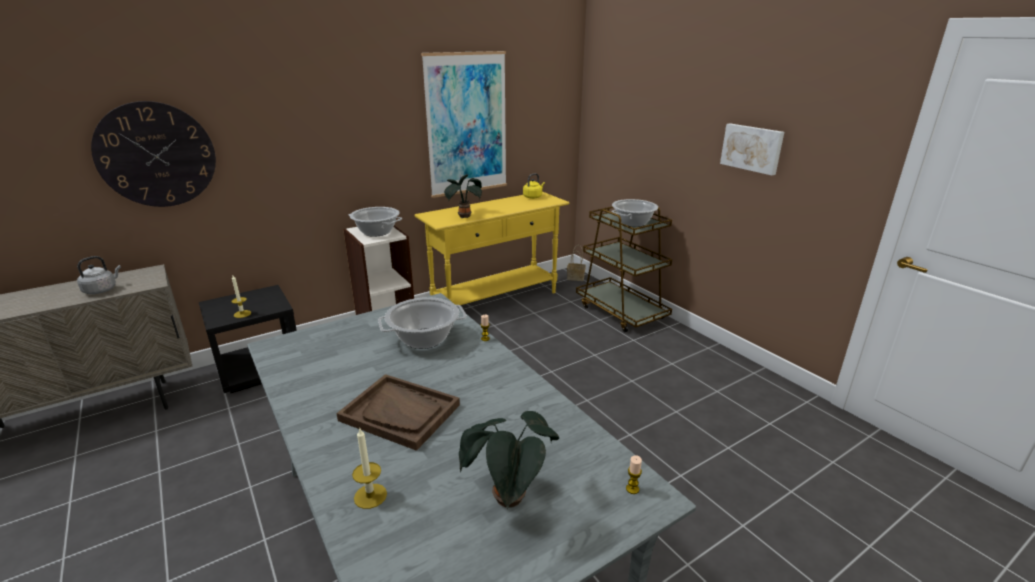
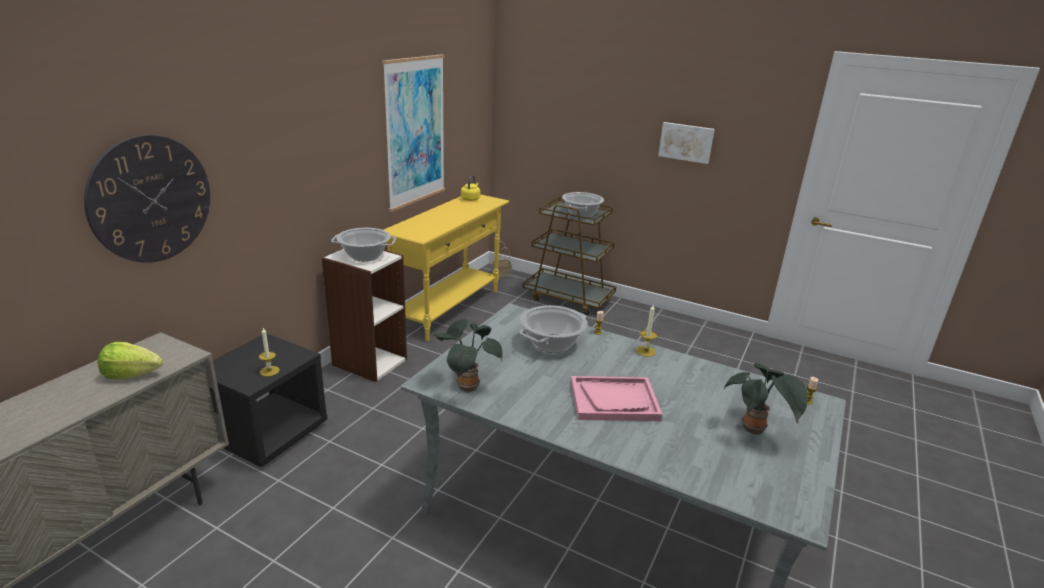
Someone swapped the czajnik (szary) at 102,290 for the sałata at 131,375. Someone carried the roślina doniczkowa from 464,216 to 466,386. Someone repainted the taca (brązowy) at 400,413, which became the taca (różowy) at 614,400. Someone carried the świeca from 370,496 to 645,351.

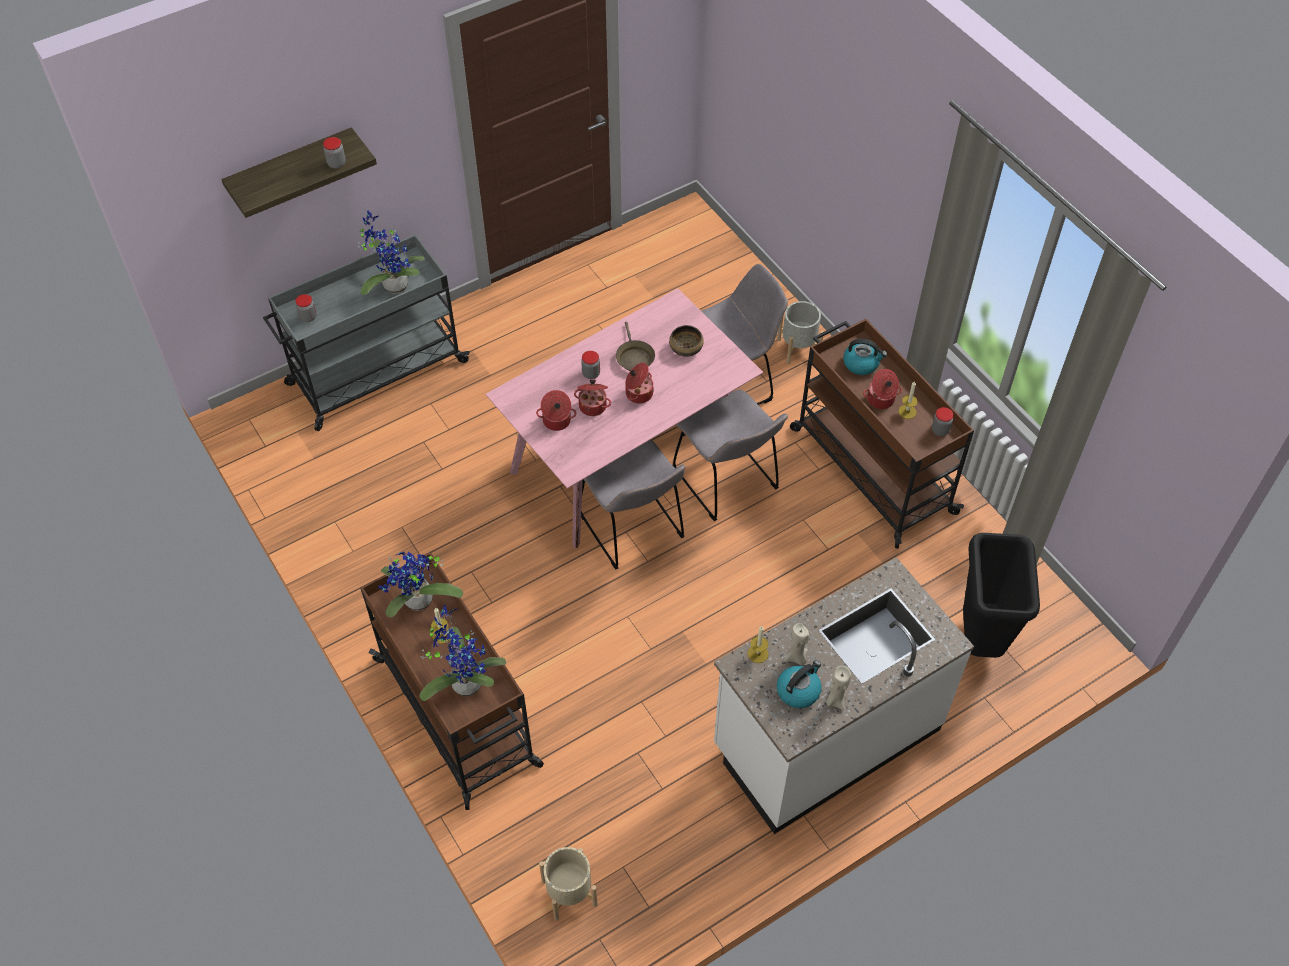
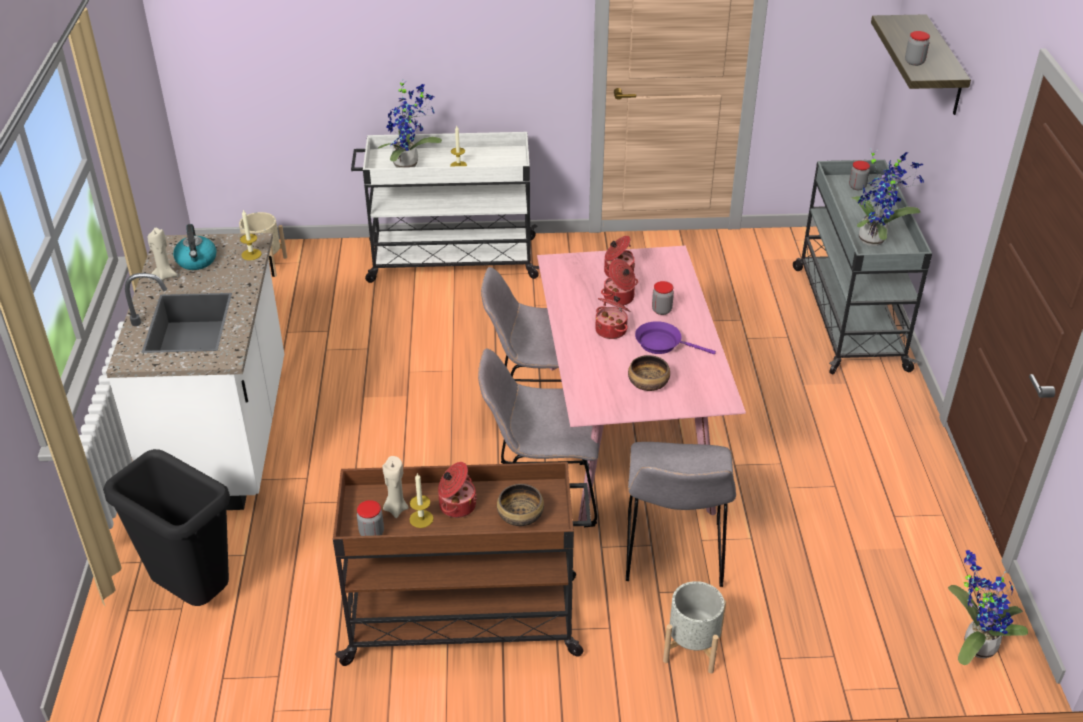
Someone repainted the wózek (brązowy) at 458,714, which became the wózek (biały) at 450,260. Someone carried the świeca (beżowy) from 796,658 to 396,508. Someone swapped the czajnik at 861,364 for the miska at 521,515. Someone repainted the patelnia (brązowy) at 634,357, which became the patelnia (fioletowy) at 662,344. Someone carried the roślina doniczkowa from 418,603 to 975,644.

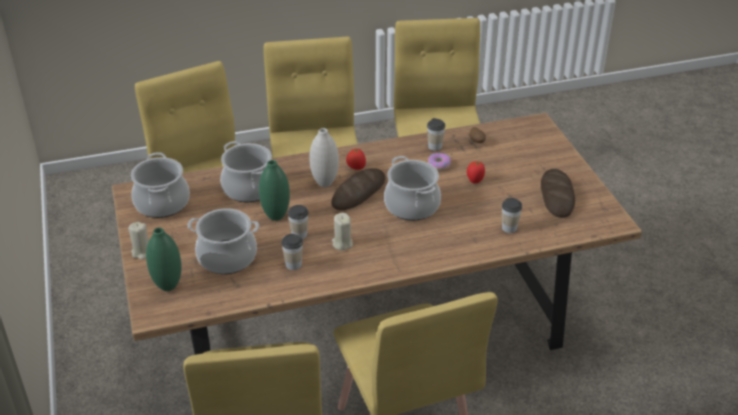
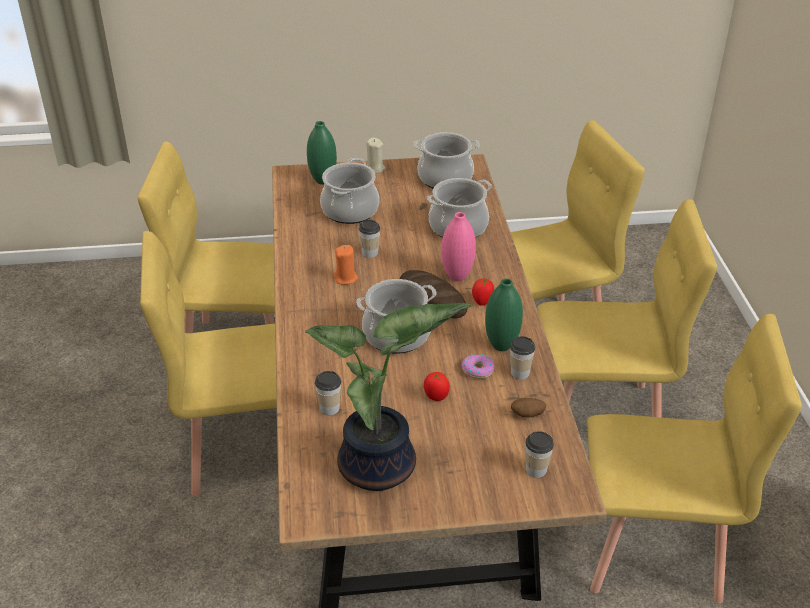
Someone swapped the chleb at 556,196 for the roślina doniczkowa at 381,469. Someone repainted the świeca (beżowy) at 342,243, which became the świeca (pomarańczowy) at 346,278. Someone repainted the wazon (biały) at 325,183, which became the wazon (różowy) at 457,276. Someone carried the wazon (zielony) from 276,216 to 501,345. Someone carried the filiżanka from 293,264 to 536,470.

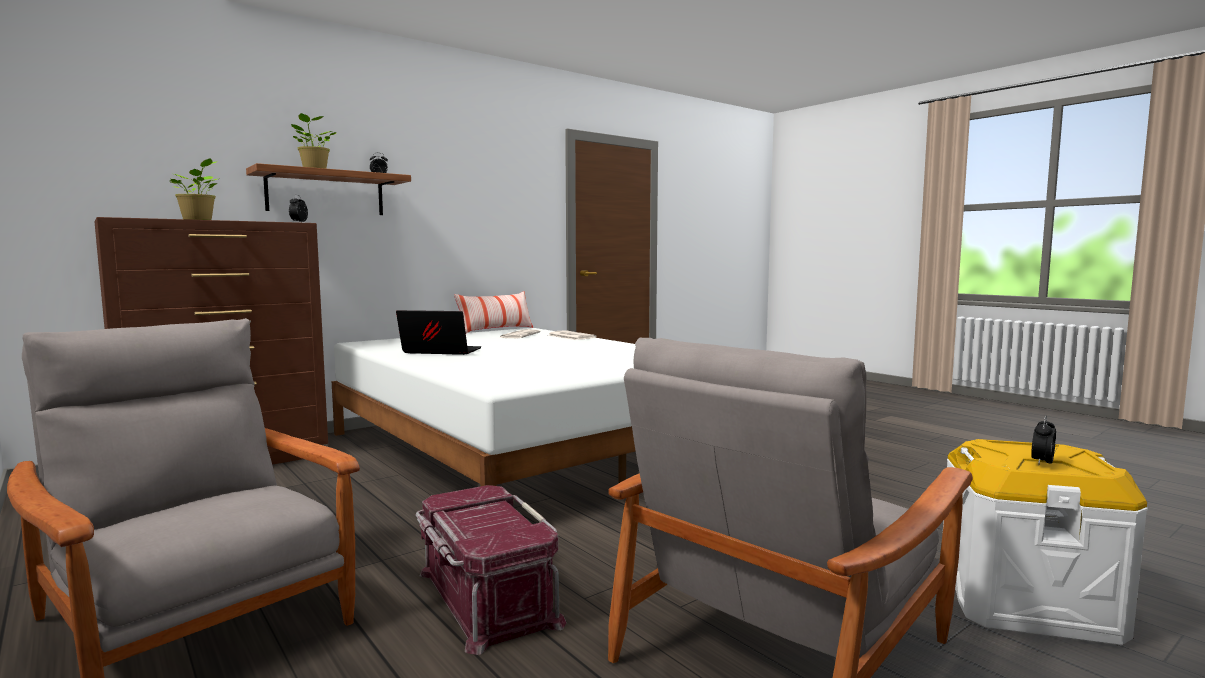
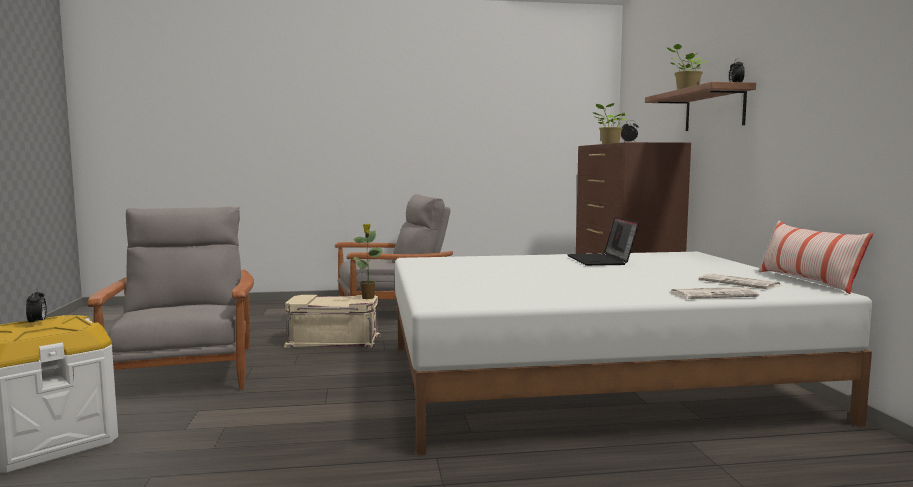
Someone repainted the pojemnik do przechowywania (czerwony) at 485,597, which became the pojemnik do przechowywania (beżowy) at 334,340. Someone put down the roślina doniczkowa at 368,298. Someone rotated the laptop at 439,352 by 135 degrees clockwise.

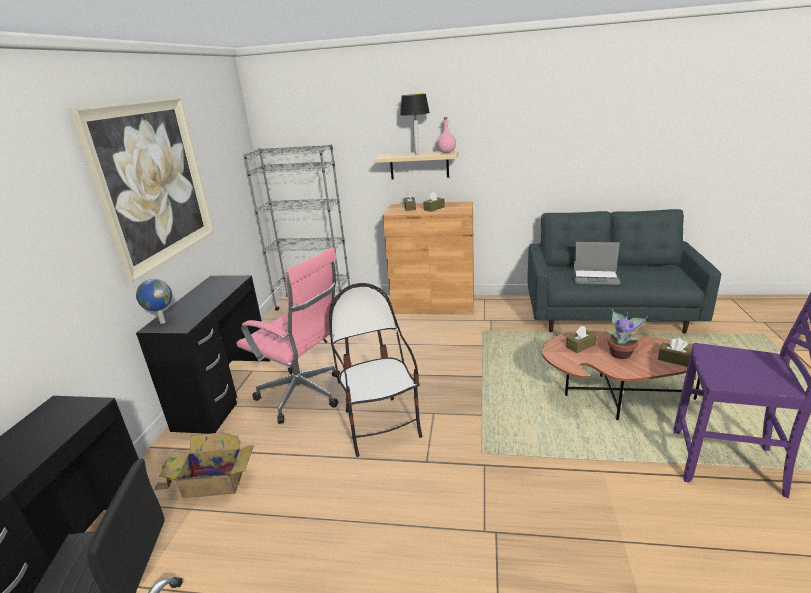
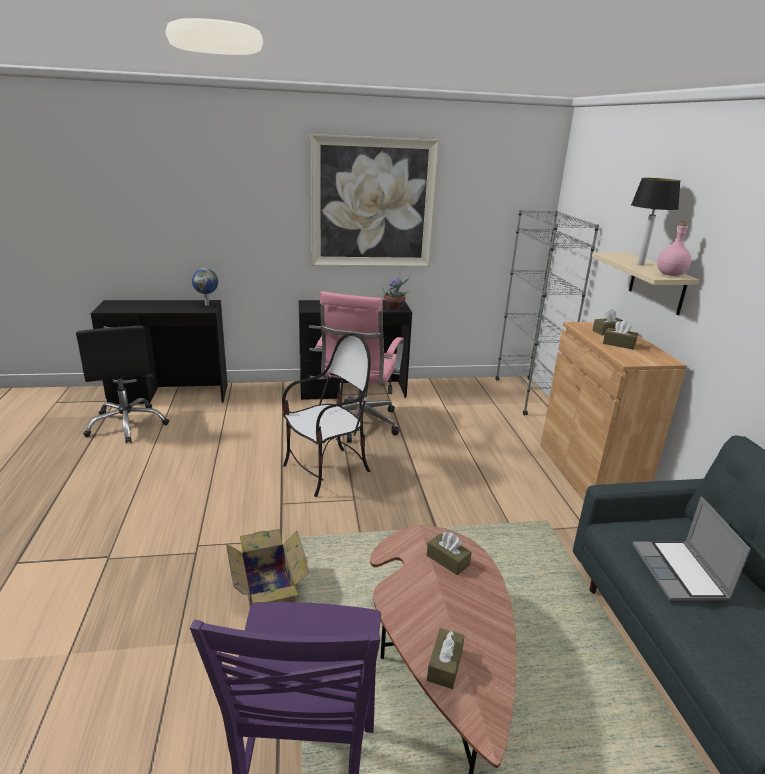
Someone carried the globus from 162,322 to 207,304. Someone carried the karton from 211,481 to 268,587. Someone carried the roślina doniczkowa from 621,353 to 394,308.

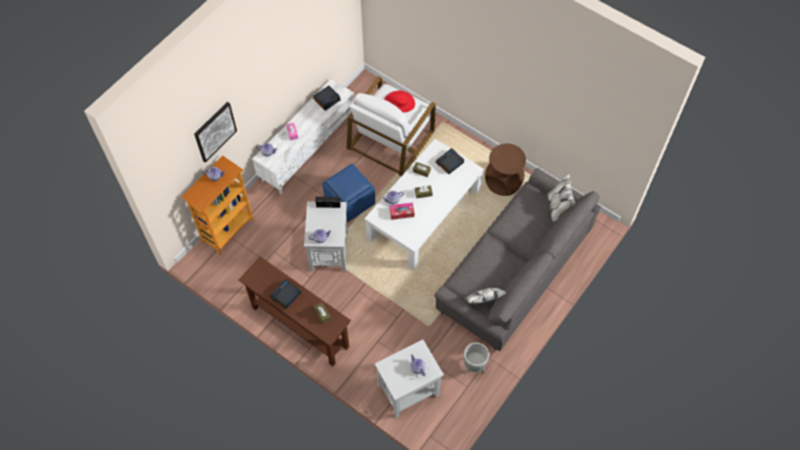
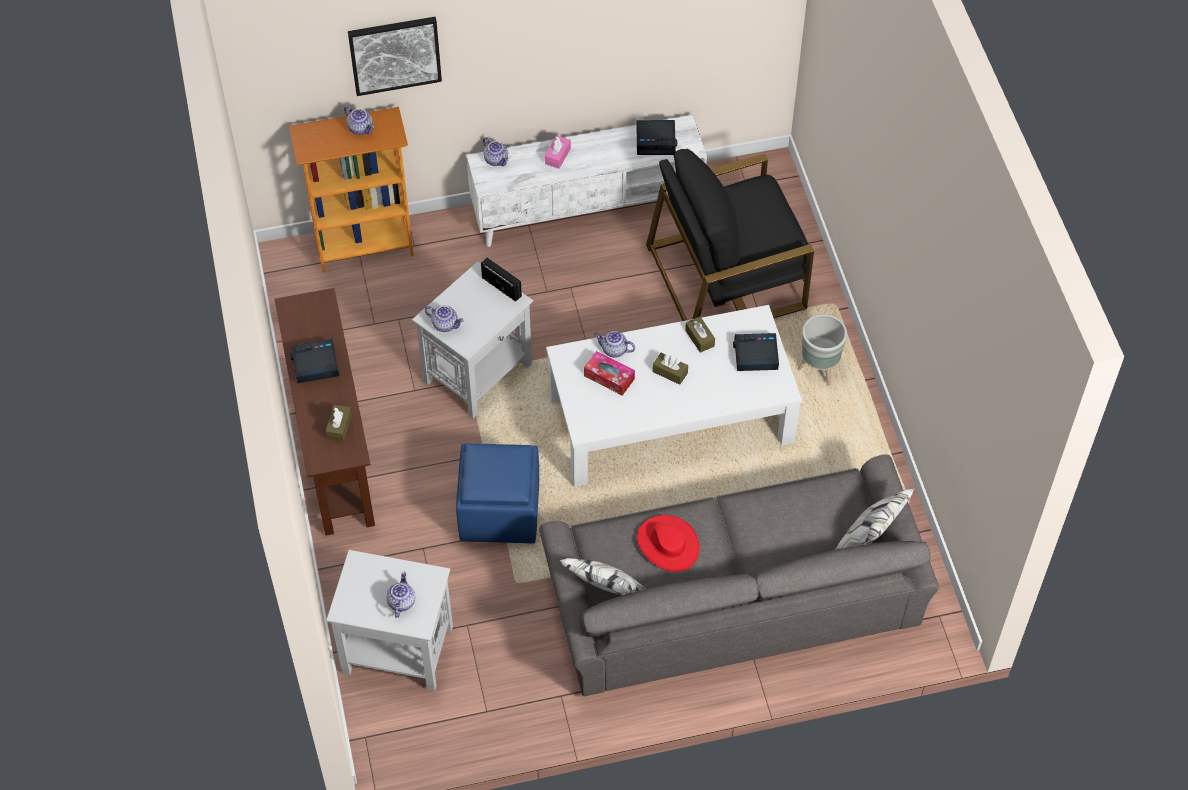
Someone carried the pufa (niebieski) from 349,202 to 499,512. Someone carried the kapelusz (czerwony) from 399,103 to 668,544. Someone repainted the fotel (biały) at 390,139, which became the fotel (czarny) at 727,275. Someone carried the donica (szary) from 474,368 to 818,371. Someone took away the stołek (brązowy) at 504,180.

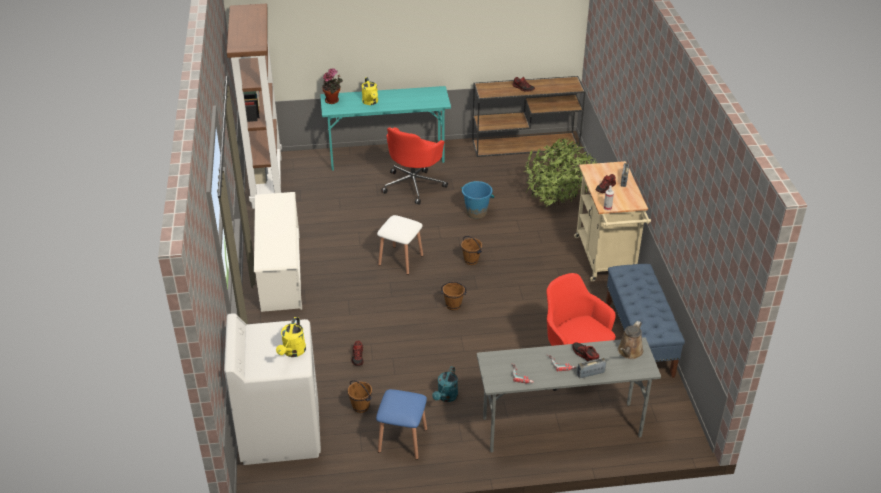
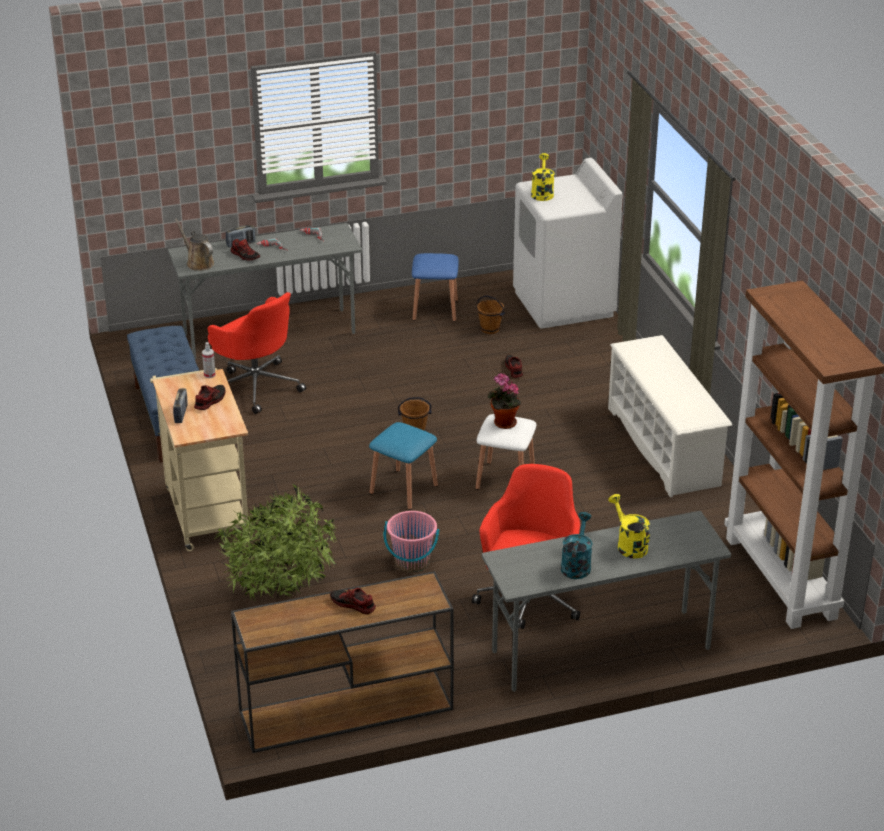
Someone rotated the konewka (brązowy) at 629,352 by 60 degrees counterclockwise. Someone swapped the wiadro (brązowy) at 471,260 for the stołek (niebieski) at 403,489. Someone repainted the wiadro (niebieski) at 476,212, which became the wiadro (różowy) at 412,562. Someone repainted the biurko (turkusowy) at 387,157, which became the biurko (szary) at 600,651. Someone carried the roślina doniczkowa from 333,100 to 503,423. Someone carried the konewka (turkusowy) from 446,397 to 576,564.

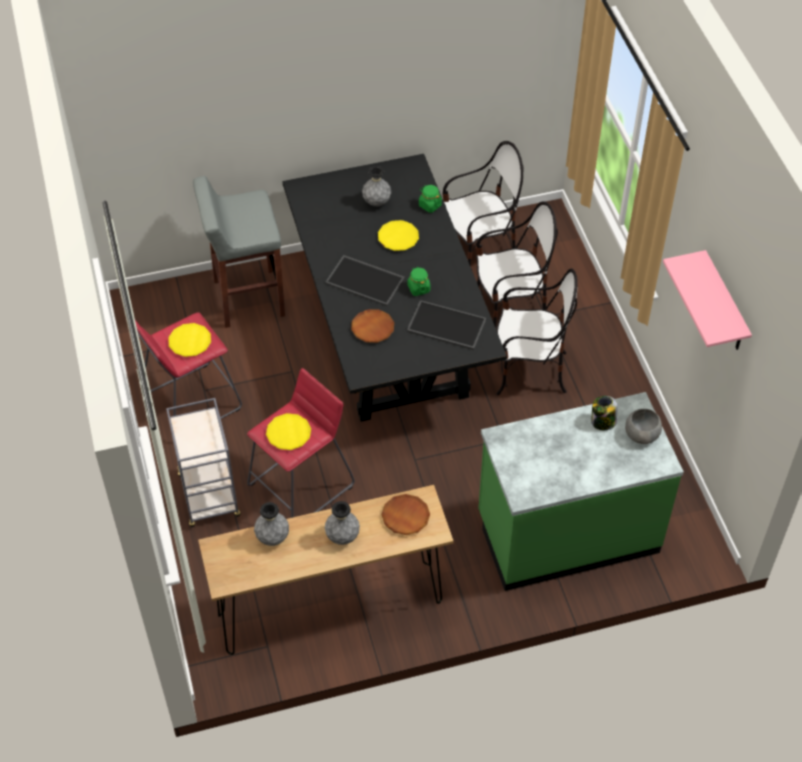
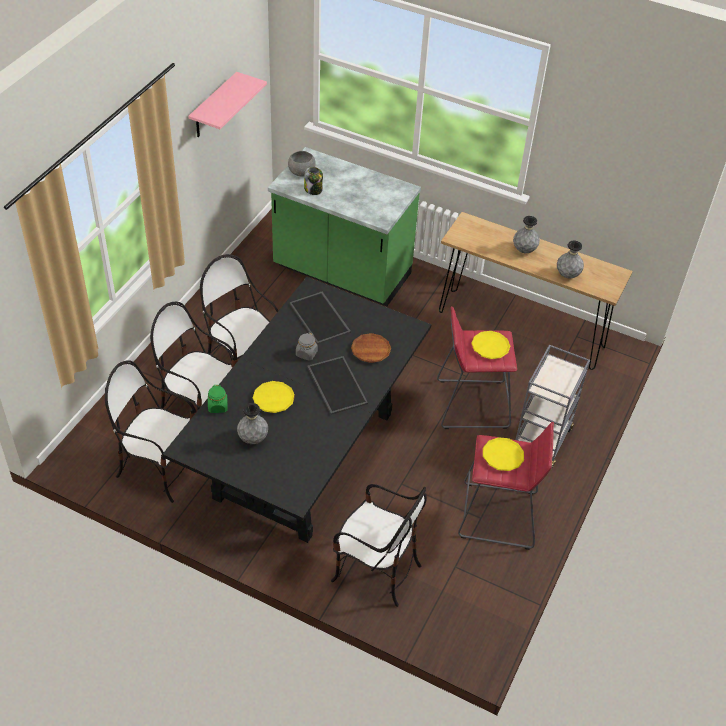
Someone repainted the słoik (zielony) at 418,288, which became the słoik (szary) at 306,353. Someone swapped the stołek (szary) at 247,298 for the krzesło at 375,570. Someone took away the talerz (brązowy) at 405,516.

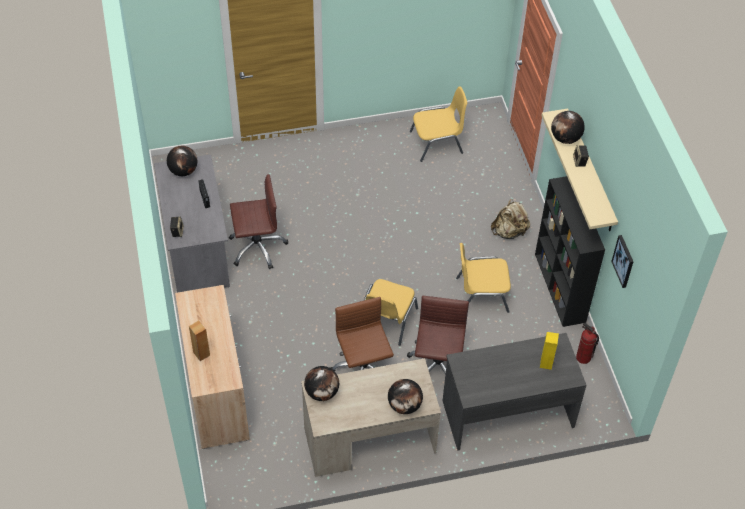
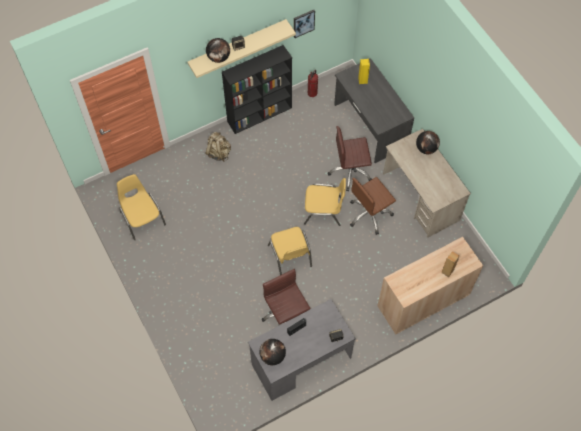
Someone carried the krzesło (żółty) from 481,294 to 290,256. Someone took away the globus at 322,392.

